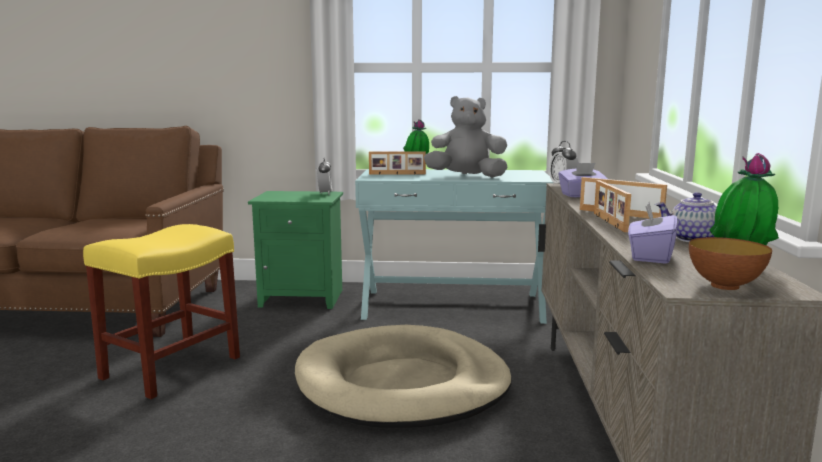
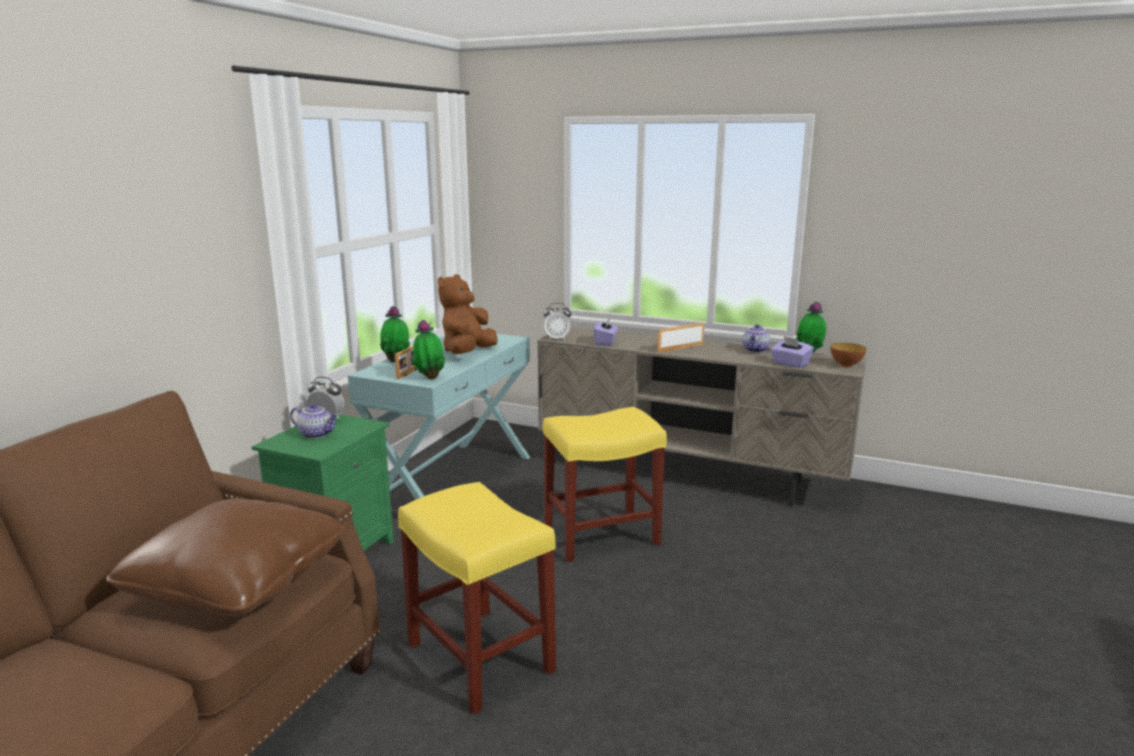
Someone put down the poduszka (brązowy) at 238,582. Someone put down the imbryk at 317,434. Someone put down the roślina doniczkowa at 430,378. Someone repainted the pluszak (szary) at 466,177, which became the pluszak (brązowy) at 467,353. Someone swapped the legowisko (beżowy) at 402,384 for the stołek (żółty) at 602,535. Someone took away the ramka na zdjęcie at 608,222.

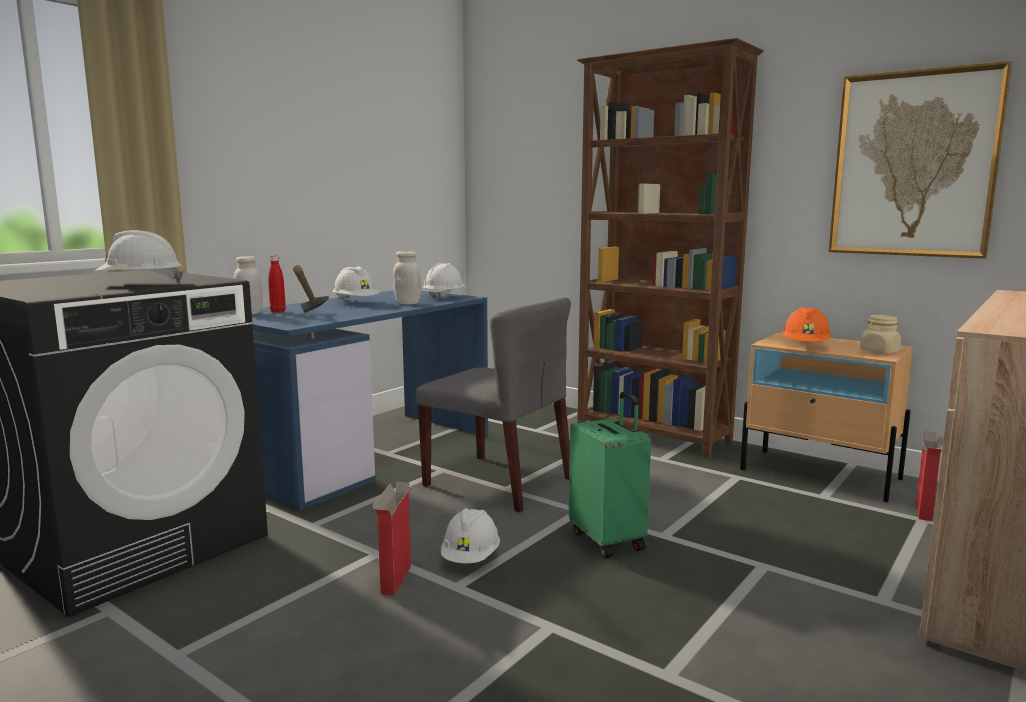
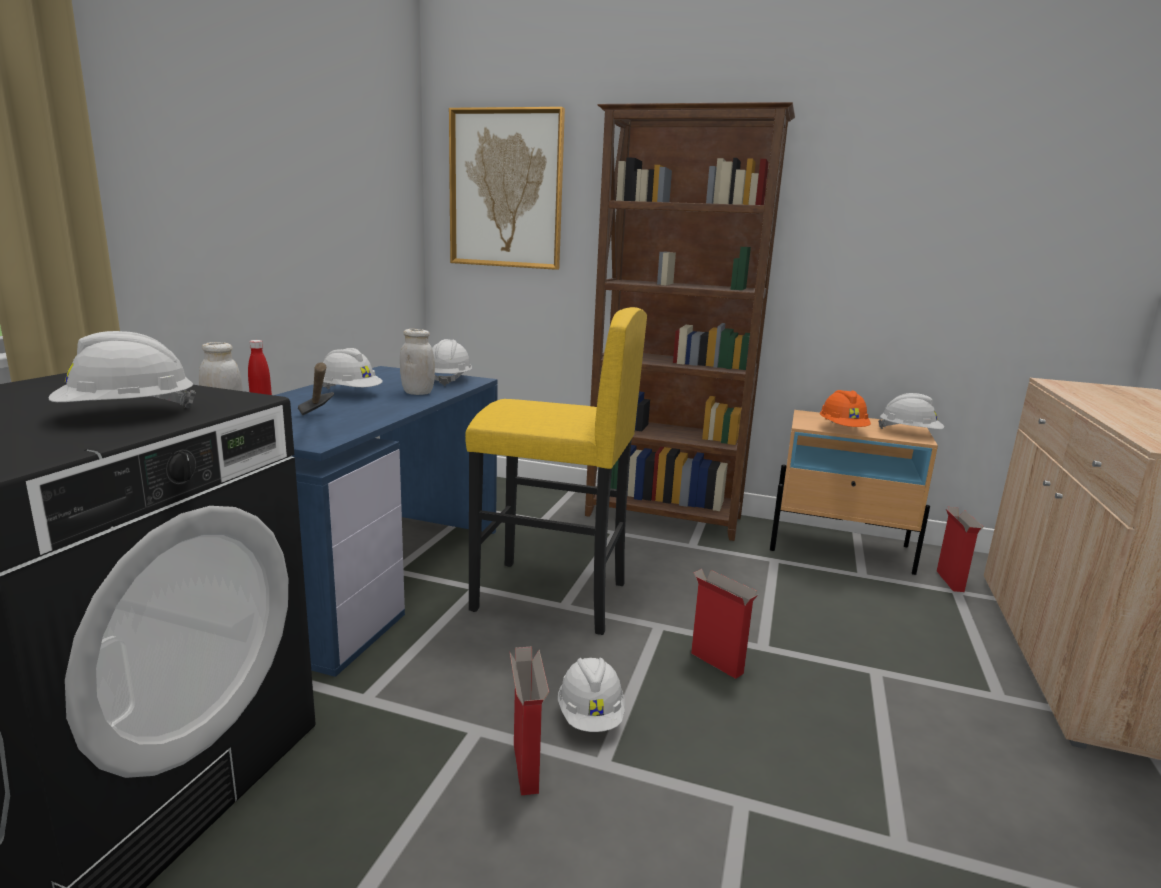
Someone carried the obraz from 914,164 to 506,189. Someone swapped the krzesło (szary) at 499,482 for the stołek (żółty) at 550,597. Someone swapped the walizka (zielony) at 609,540 for the karton at 715,662. Someone swapped the słoik (beżowy) at 879,352 for the kask (biały) at 909,433.

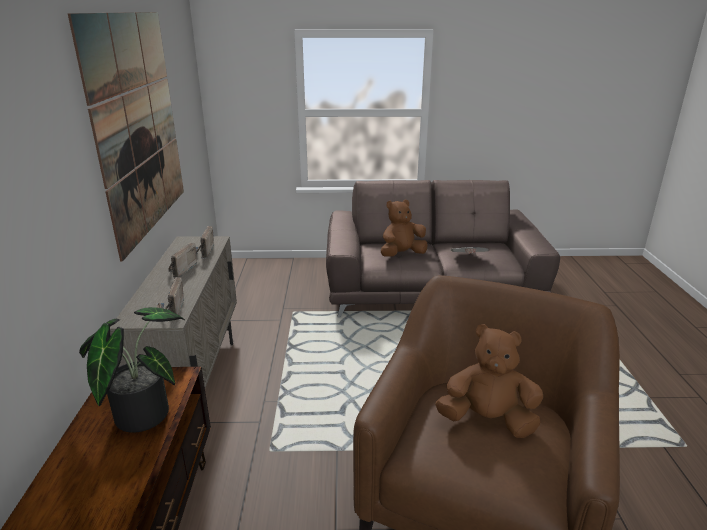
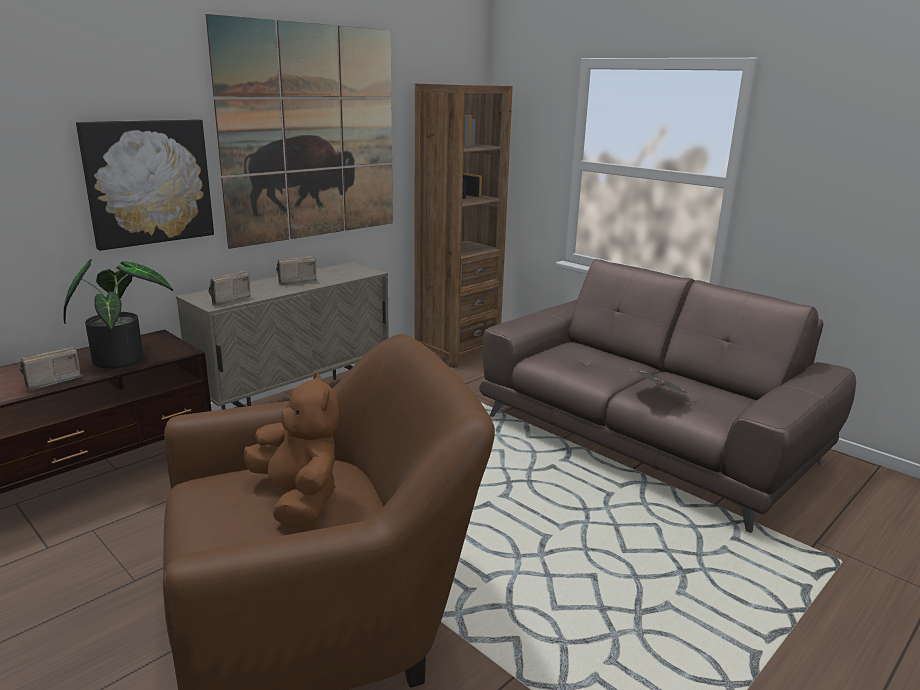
Someone carried the radio from 202,252 to 50,381. Someone put up the obraz at 148,182. Someone put down the regał (brązowy) at 457,352. Someone took away the pluszak (brązowy) at 402,254.

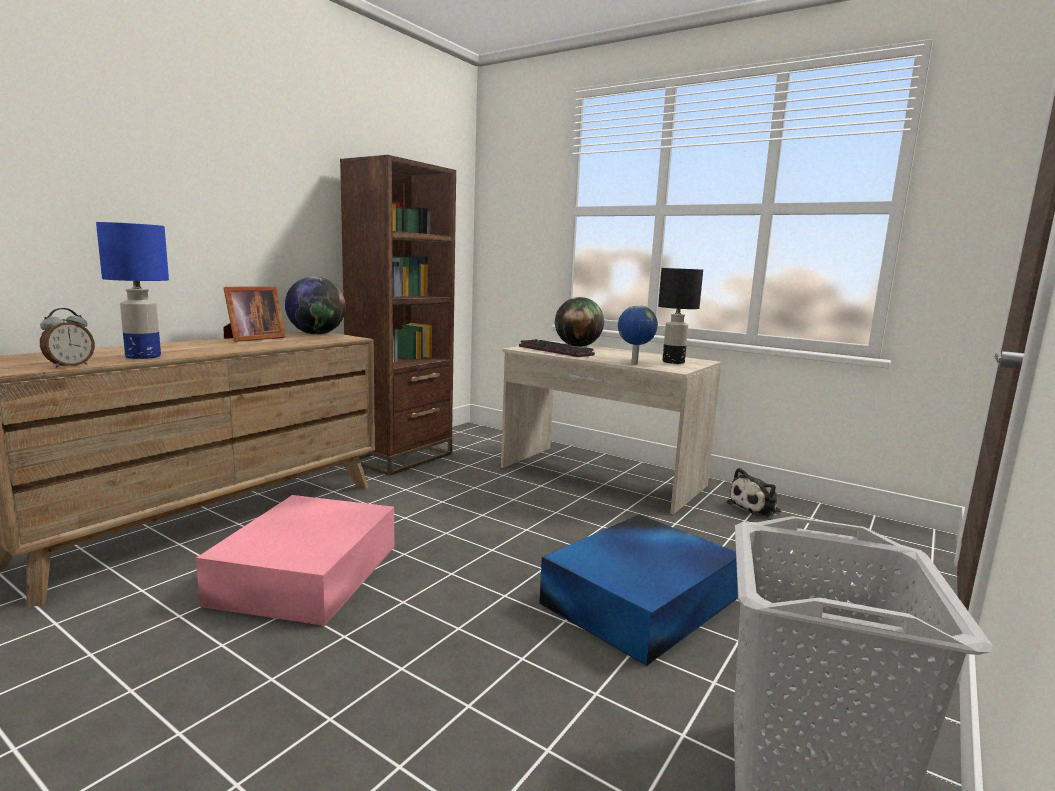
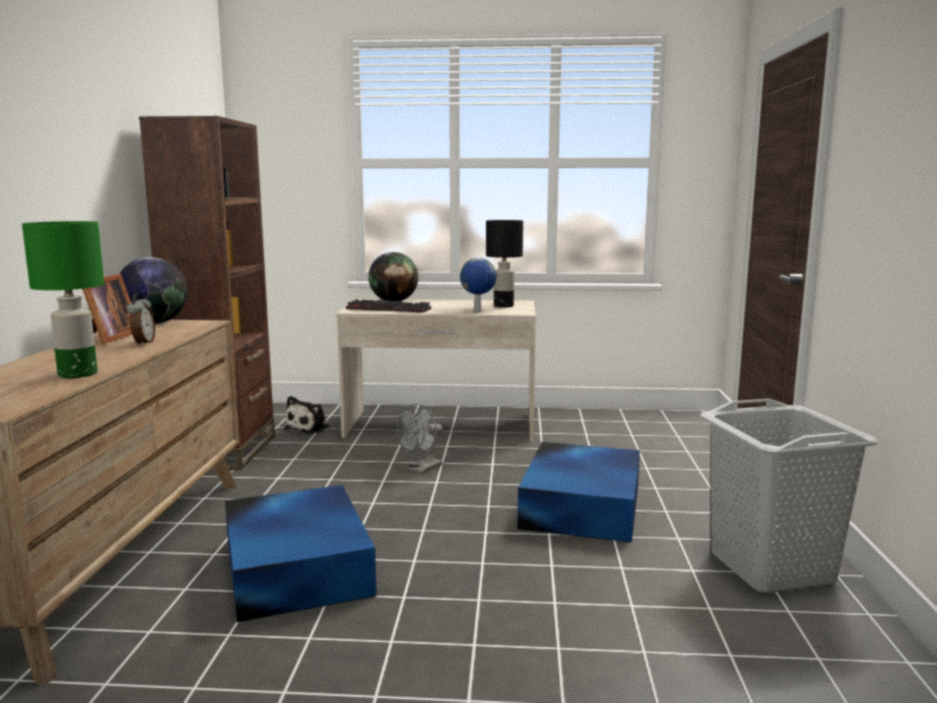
Someone repainted the lampa stołowa (niebieski) at 144,356, which became the lampa stołowa (zielony) at 79,374. Someone carried the budzik from 69,366 to 143,343. Someone repainted the pojemnik do przechowywania (różowy) at 309,572, which became the pojemnik do przechowywania (niebieski) at 297,566. Someone carried the pluszak from 756,508 to 310,428. Someone put down the wentylator (szary) at 422,469.

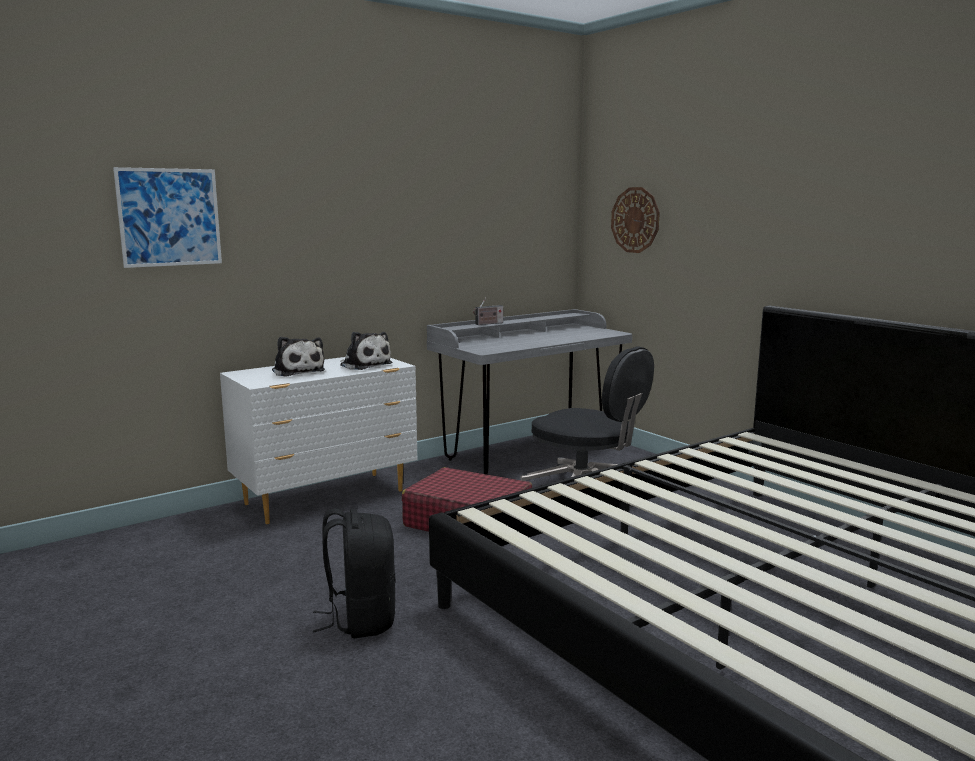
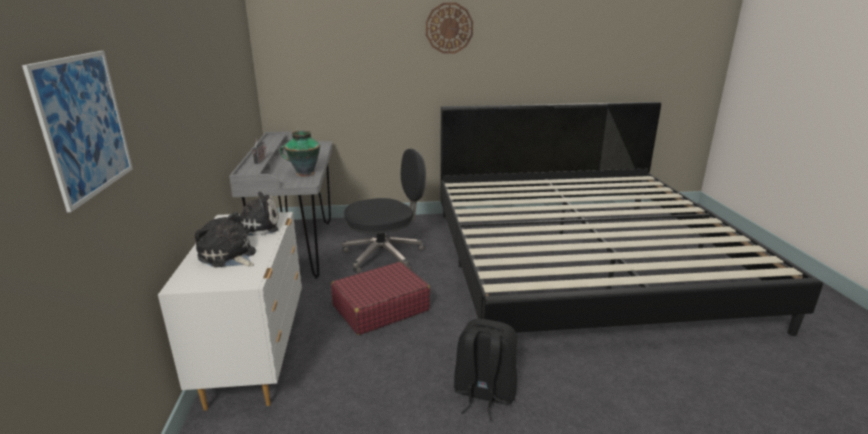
Someone rotated the pluszak at 297,371 by 135 degrees counterclockwise. Someone put down the wazon at 304,173. Someone carried the zegar ścienny from 635,220 to 449,28.

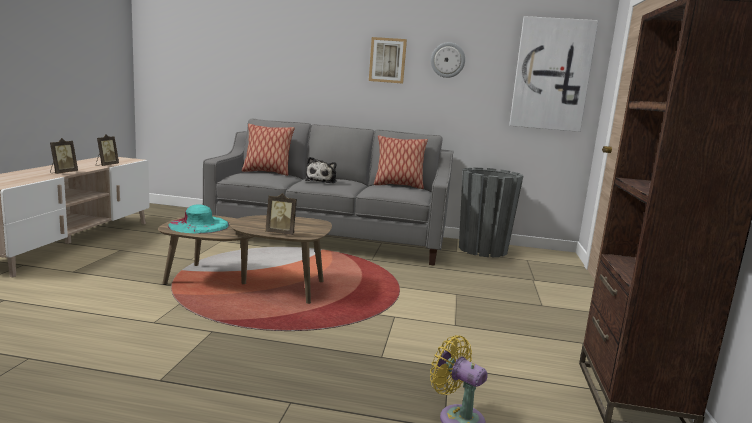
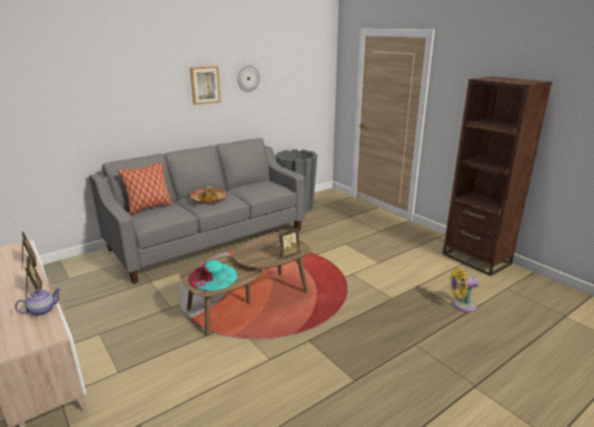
Someone put down the imbryk at 41,310. Someone swapped the pluszak at 322,181 for the kapelusz at 209,200. Someone took away the poduszka at 398,186. Someone took away the obraz at 551,74.

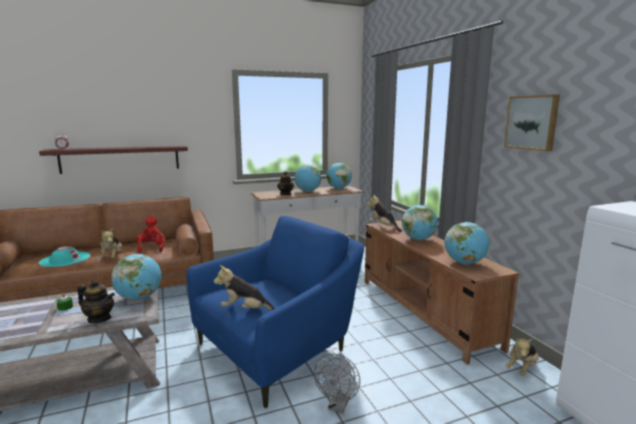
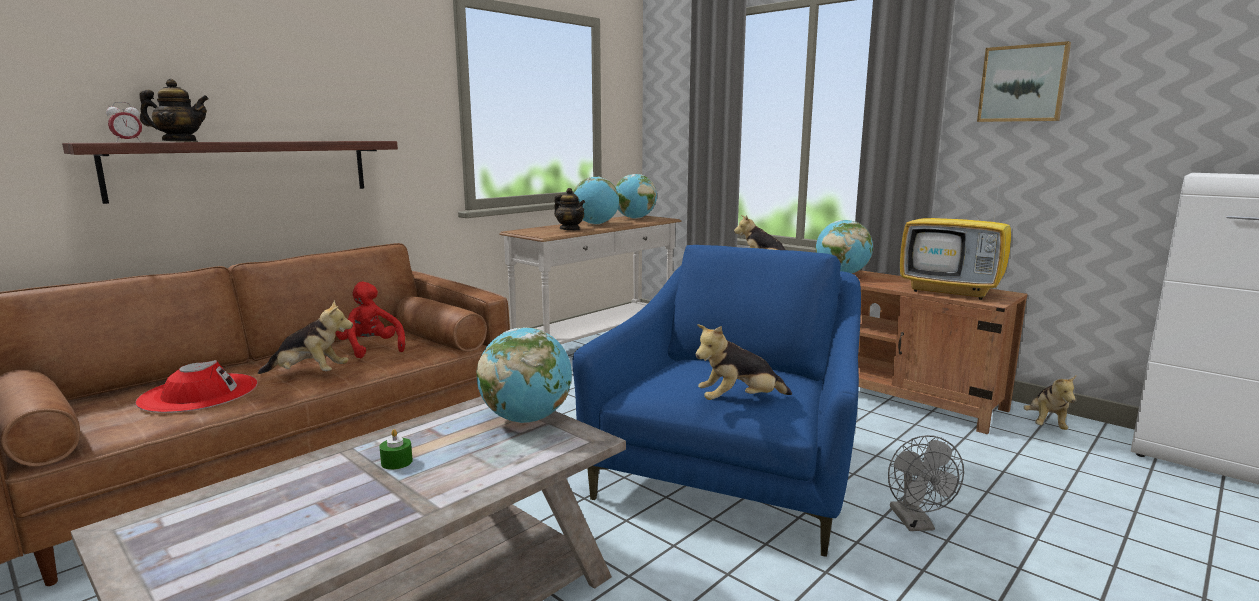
Someone repainted the kapelusz (turkusowy) at 65,259, which became the kapelusz (czerwony) at 199,393. Someone carried the imbryk from 99,318 to 180,141. Someone rotated the pluszak at 112,257 by 45 degrees counterclockwise. Someone swapped the globus at 464,263 for the telewizor at 952,292.

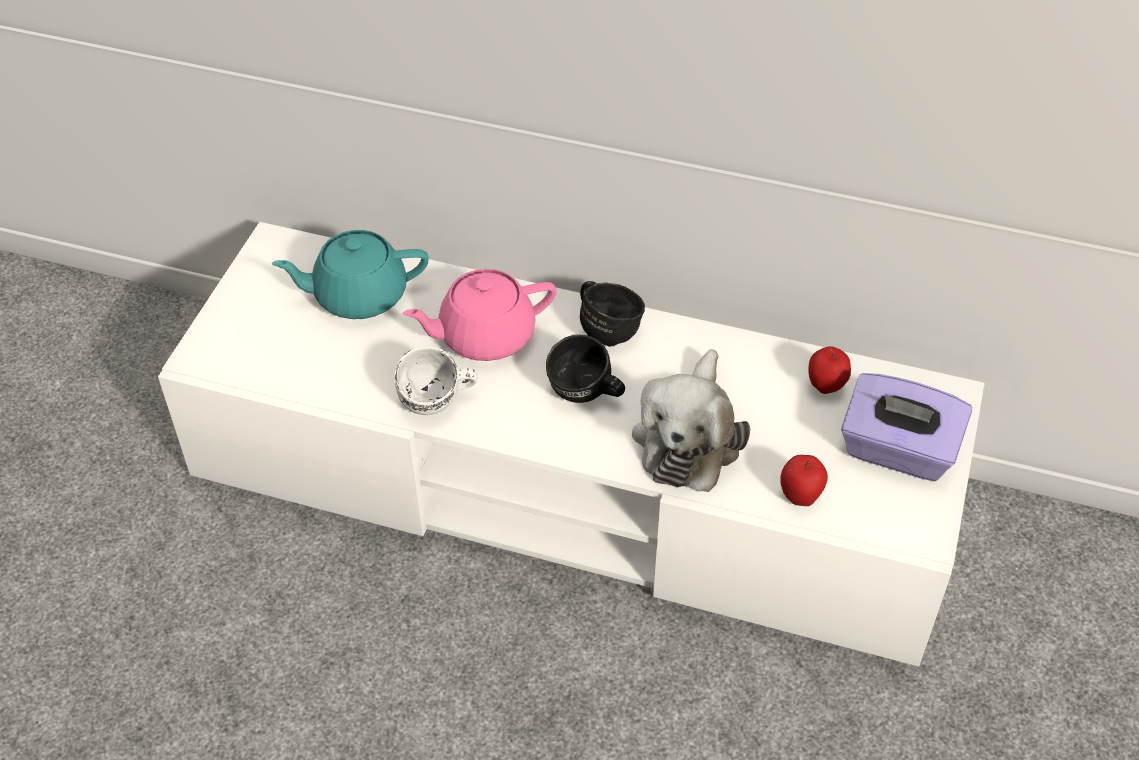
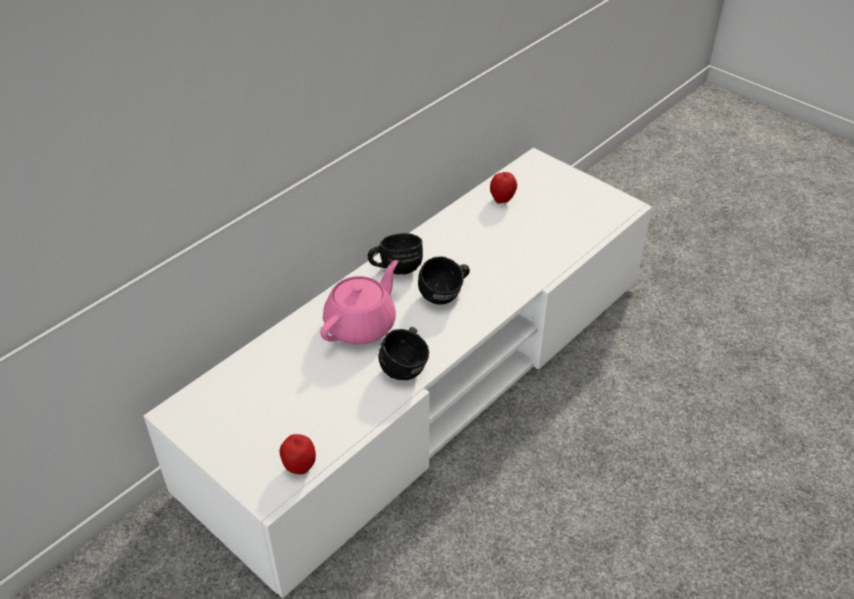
Someone carried the jabłko from 800,496 to 300,467. Someone rotated the imbryk (różowy) at 484,336 by 150 degrees counterclockwise. Someone repainted the kubek (biały) at 438,403, which became the kubek (czarny) at 407,366. Someone took away the imbryk (turkusowy) at 358,295. Someone took away the pluszak at 688,438. Someone took away the pudełko chusteczek (fioletowy) at 897,451.

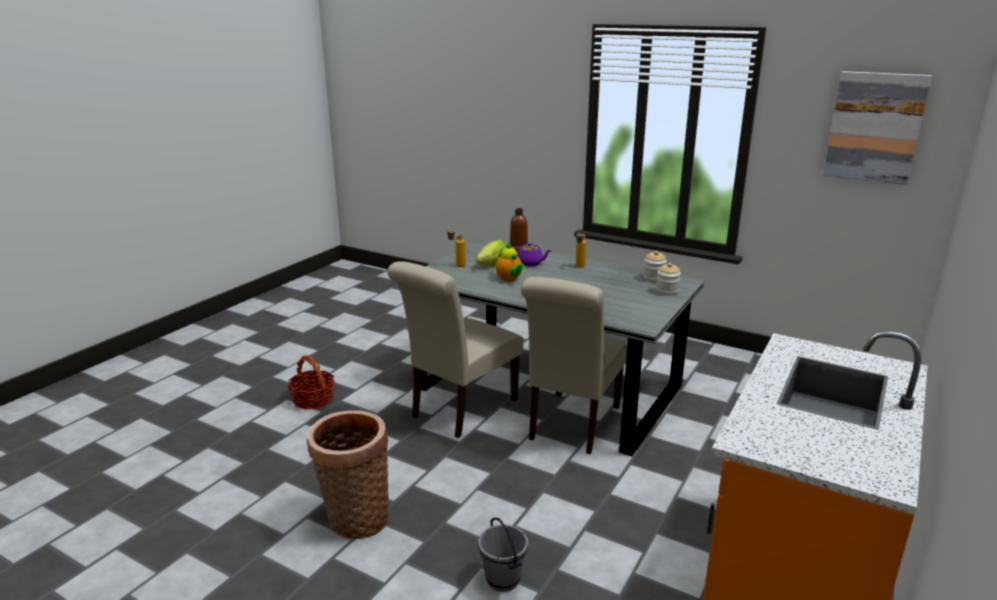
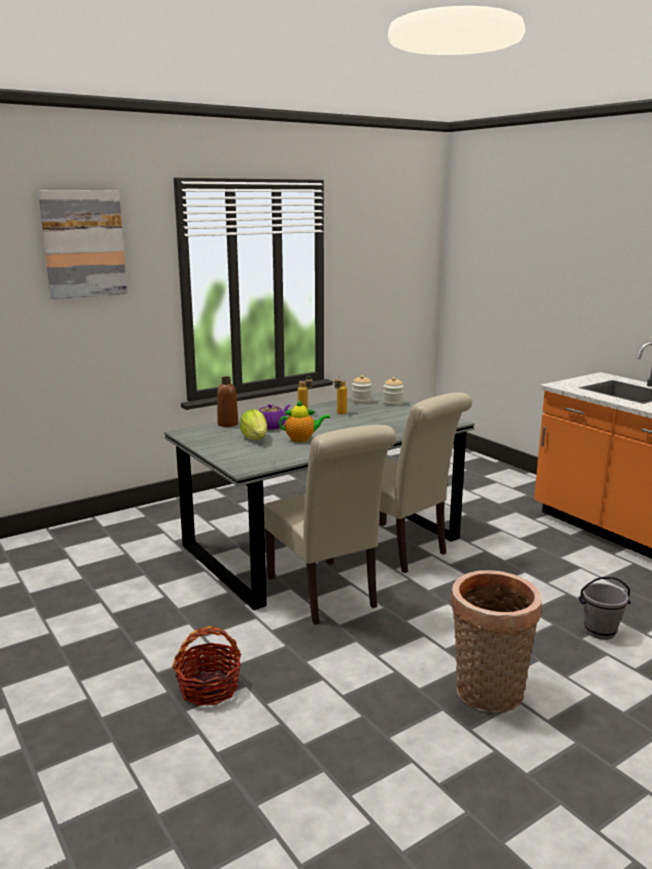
Someone carried the obraz from 874,127 to 84,244. Someone carried the butelka from 456,265 to 339,414.

